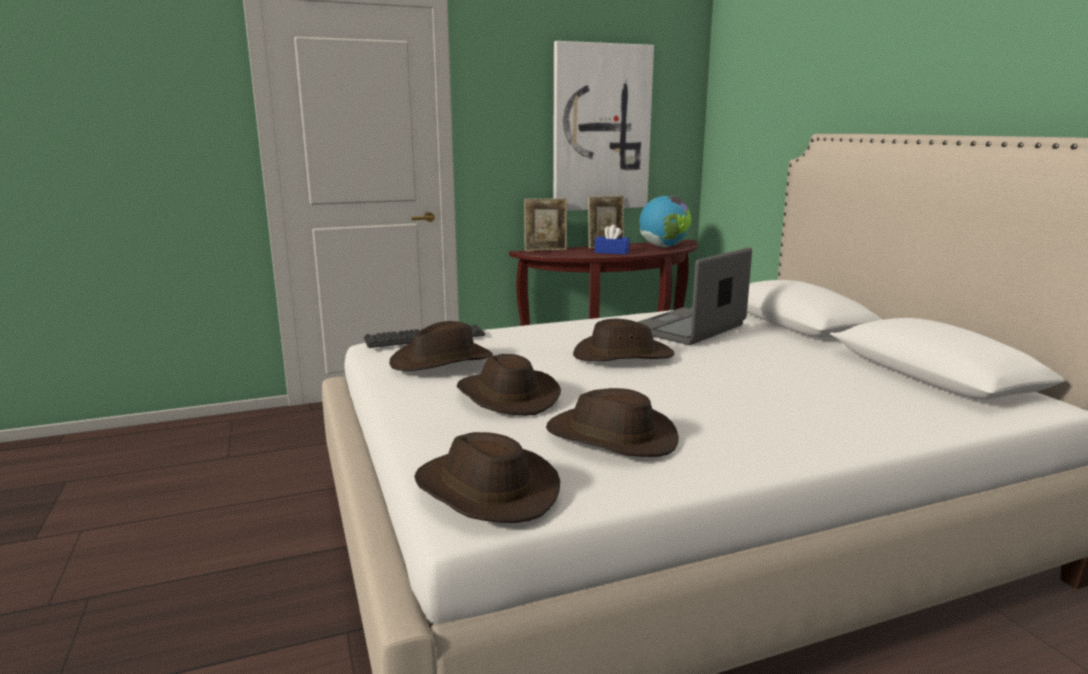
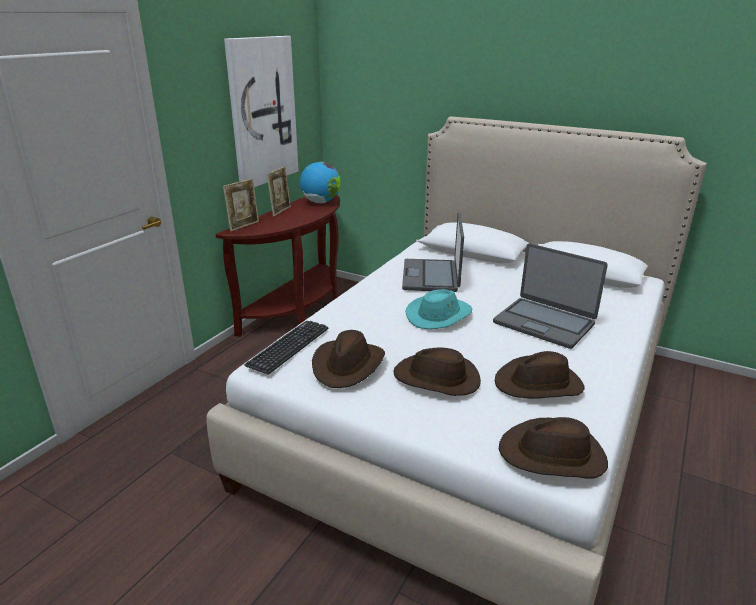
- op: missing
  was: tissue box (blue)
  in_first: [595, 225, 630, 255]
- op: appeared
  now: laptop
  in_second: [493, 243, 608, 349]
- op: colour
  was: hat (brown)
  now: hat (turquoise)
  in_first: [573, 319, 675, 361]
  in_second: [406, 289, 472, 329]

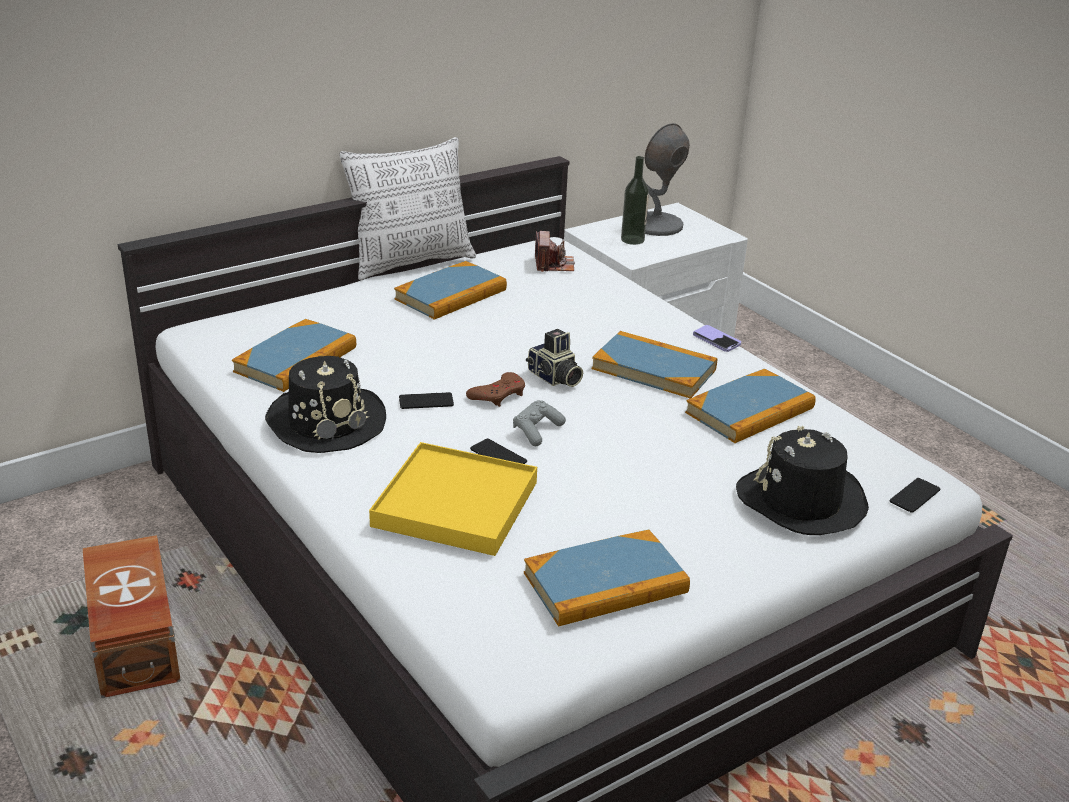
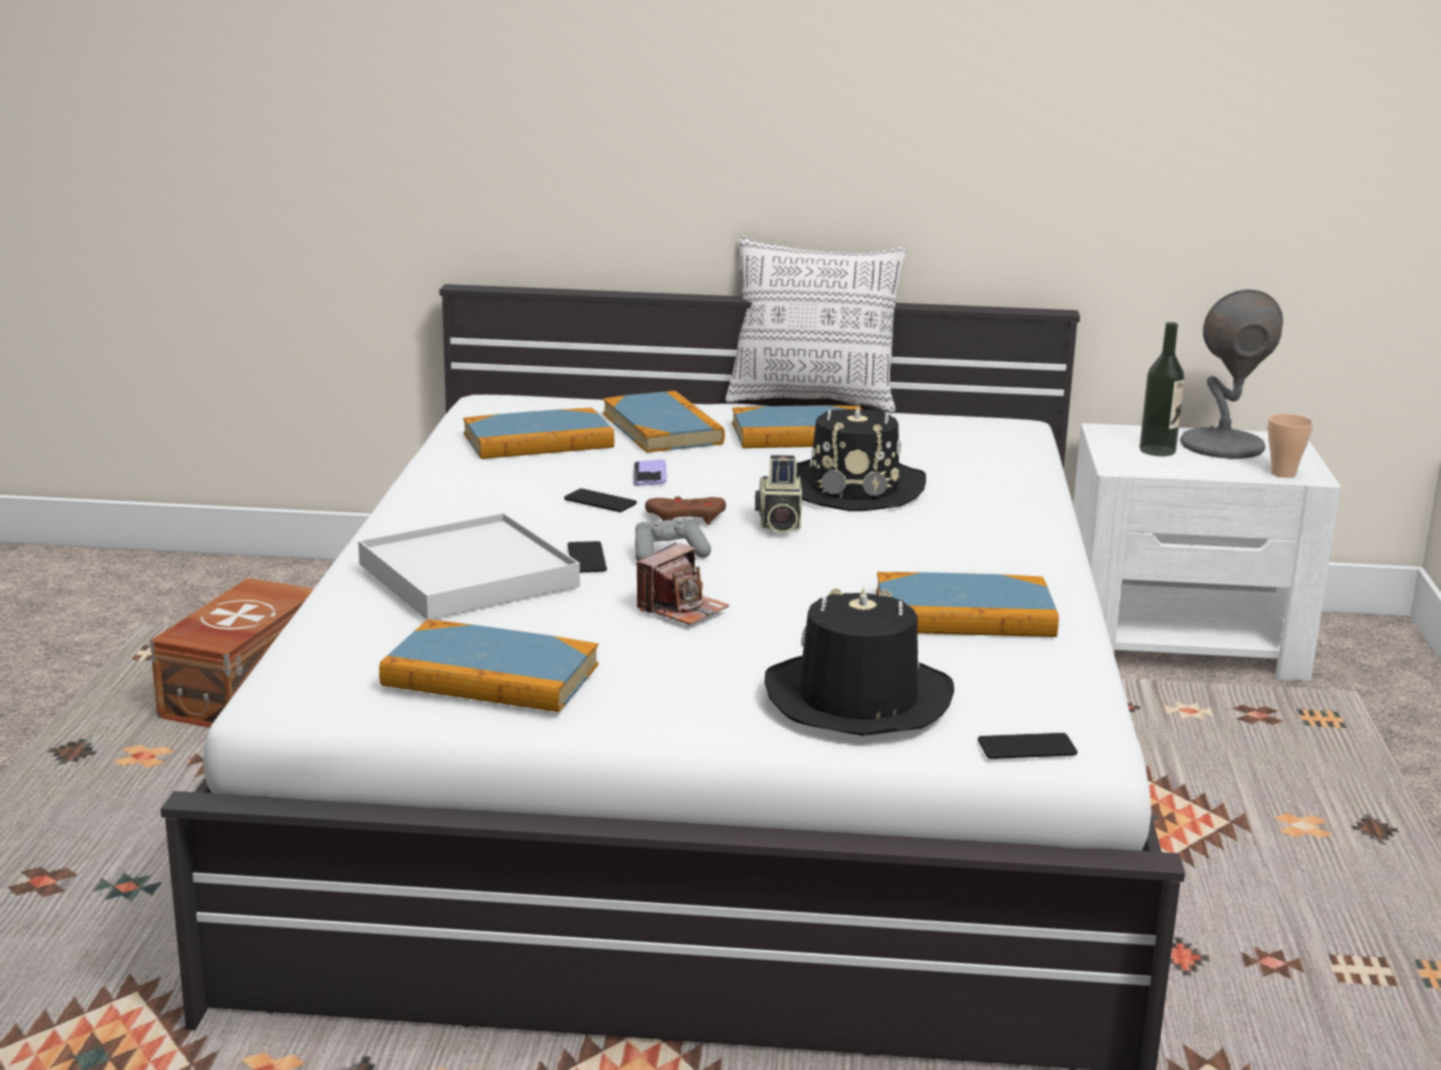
- op: appeared
  now: cup
  in_second: [1268, 414, 1314, 478]
- op: relocated
  was: hat (black)
  in_first: [265, 356, 386, 453]
  in_second: [796, 406, 926, 511]
- op: relocated
  was: photo camera
  in_first: [535, 231, 575, 272]
  in_second: [637, 542, 729, 625]
- op: relocated
  was: book
  in_first: [592, 331, 717, 398]
  in_second: [603, 391, 725, 453]
- op: relocated
  was: phone
  in_first: [693, 325, 741, 352]
  in_second: [633, 459, 667, 486]
- op: colour
  was: tray (yellow)
  now: tray (white)
  in_first: [369, 442, 537, 556]
  in_second: [358, 513, 580, 620]

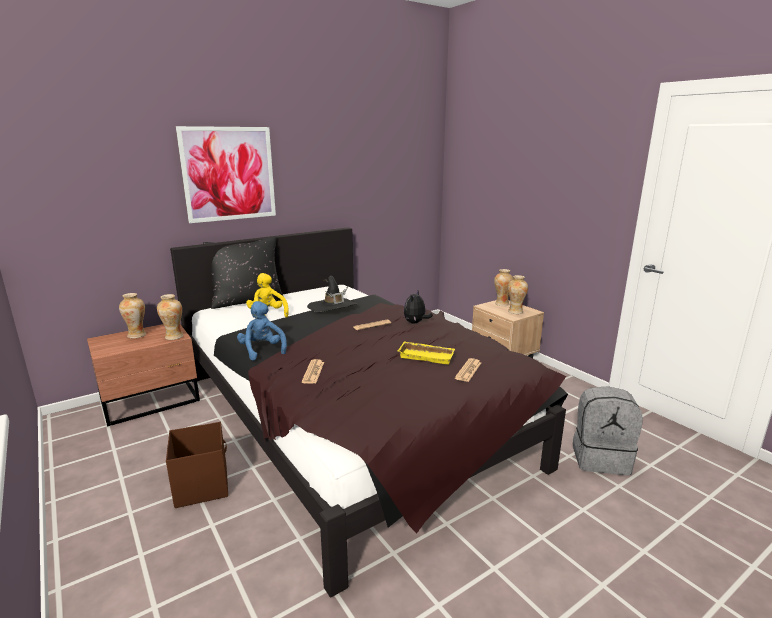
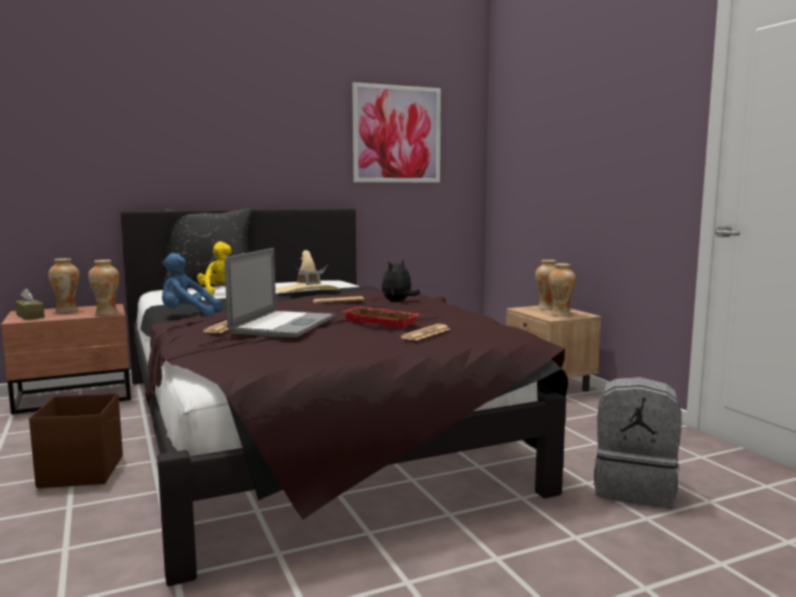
- op: appeared
  now: tissue box (brown)
  in_second: [15, 288, 45, 320]
- op: appeared
  now: laptop
  in_second: [225, 248, 335, 337]
- op: relocated
  was: picture
  in_first: [176, 126, 276, 223]
  in_second: [352, 82, 441, 182]
- op: colour
  was: hat (black)
  now: hat (beige)
  in_first: [307, 276, 358, 312]
  in_second: [275, 250, 340, 292]
- op: colour
  was: tray (yellow)
  now: tray (red)
  in_first: [397, 341, 455, 364]
  in_second: [344, 306, 420, 328]
- op: spun
  was: plush toy (blue)
  in_first: [237, 301, 287, 361]
  in_second: [162, 253, 222, 316]
  clockwise: -75

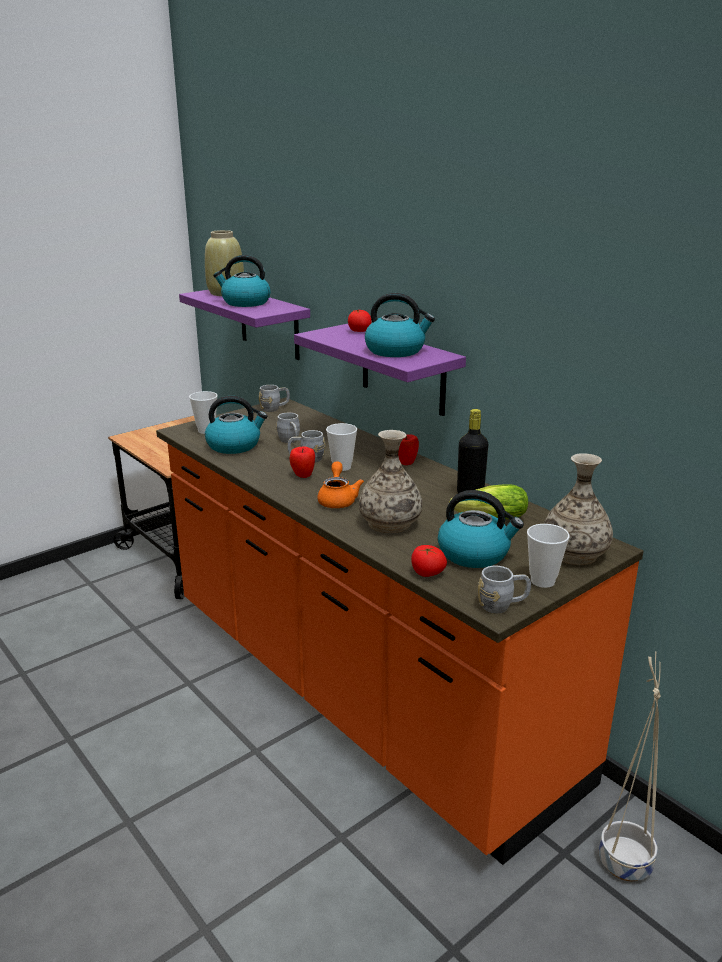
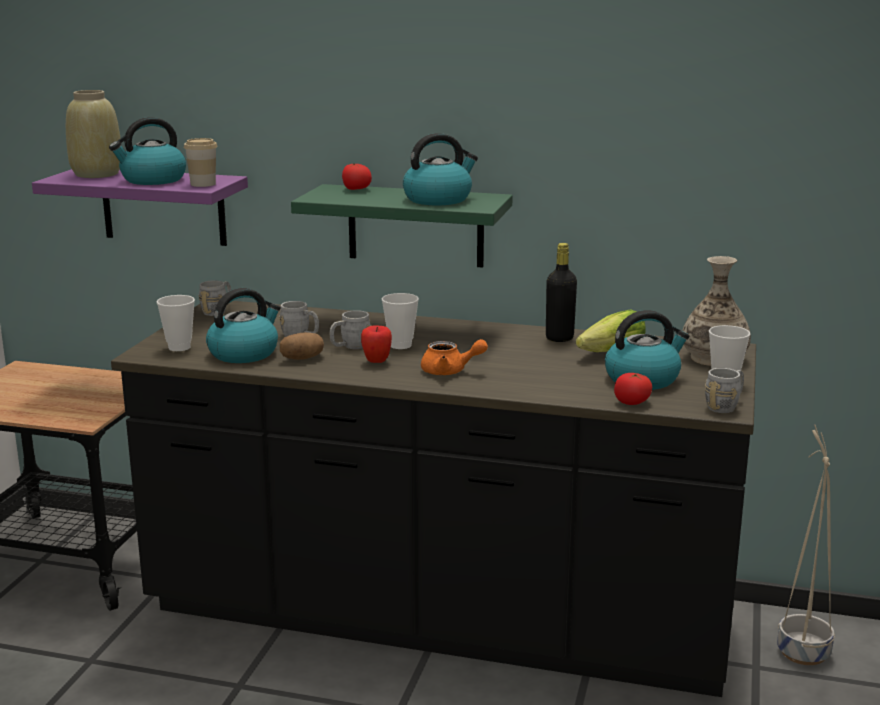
- op: missing
  was: vase
  in_first: [359, 430, 422, 533]
- op: missing
  was: apple
  in_first: [398, 434, 419, 465]
- op: appeared
  now: cup
  in_second: [184, 138, 218, 187]
- op: appeared
  now: potato
  in_second: [280, 332, 324, 360]
- op: colour
  was: counter (orange)
  now: counter (black)
  in_first: [156, 398, 643, 865]
  in_second: [111, 301, 756, 697]
- op: colour
  was: shelf (purple)
  now: shelf (green)
  in_first: [294, 324, 466, 416]
  in_second: [291, 184, 513, 268]
- op: spun
  was: teapot (orange)
  in_first: [318, 461, 364, 508]
  in_second: [421, 339, 488, 375]
  clockwise: 135

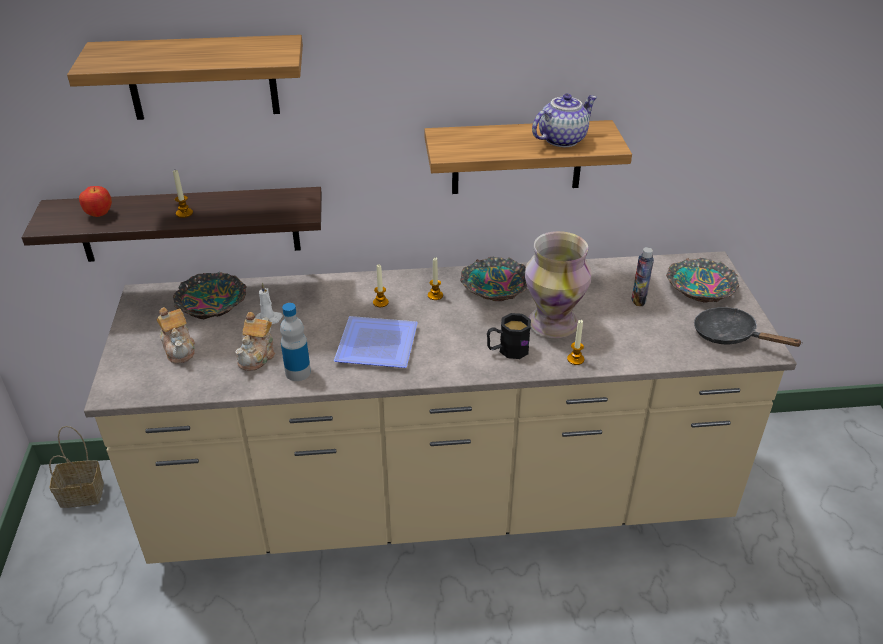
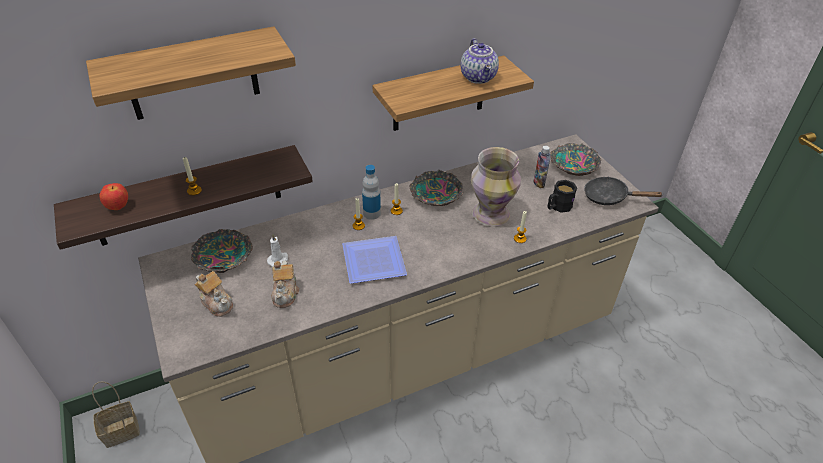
- op: relocated
  was: bottle
  in_first: [280, 303, 311, 381]
  in_second: [362, 165, 381, 220]
- op: relocated
  was: mug (black)
  in_first: [487, 313, 531, 359]
  in_second: [547, 180, 577, 213]
- op: spun
  was: teapot
  in_first: [532, 94, 597, 147]
  in_second: [461, 38, 499, 84]
  clockwise: 135

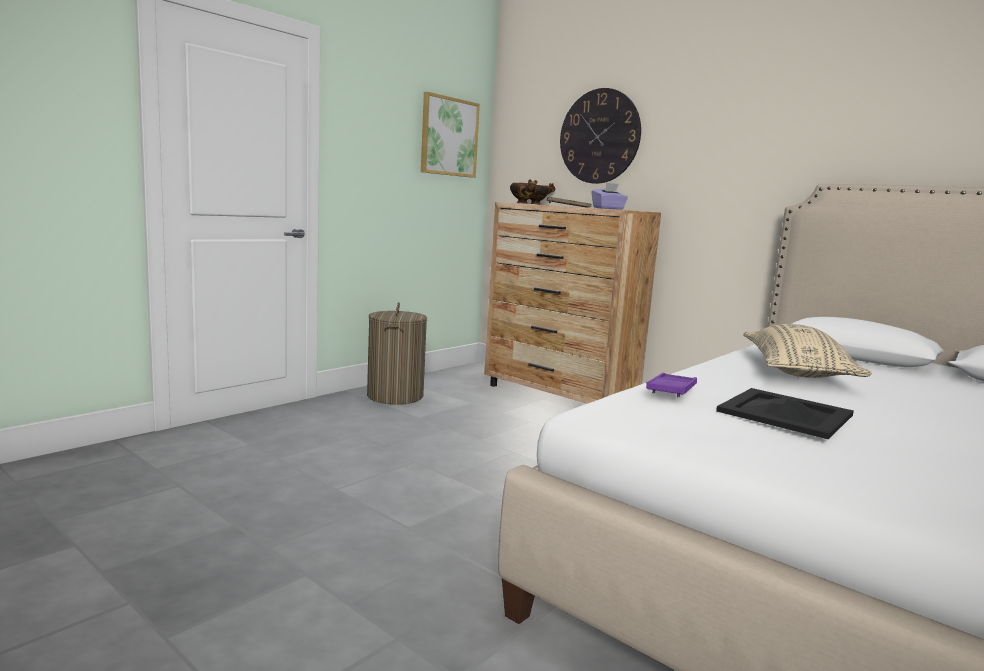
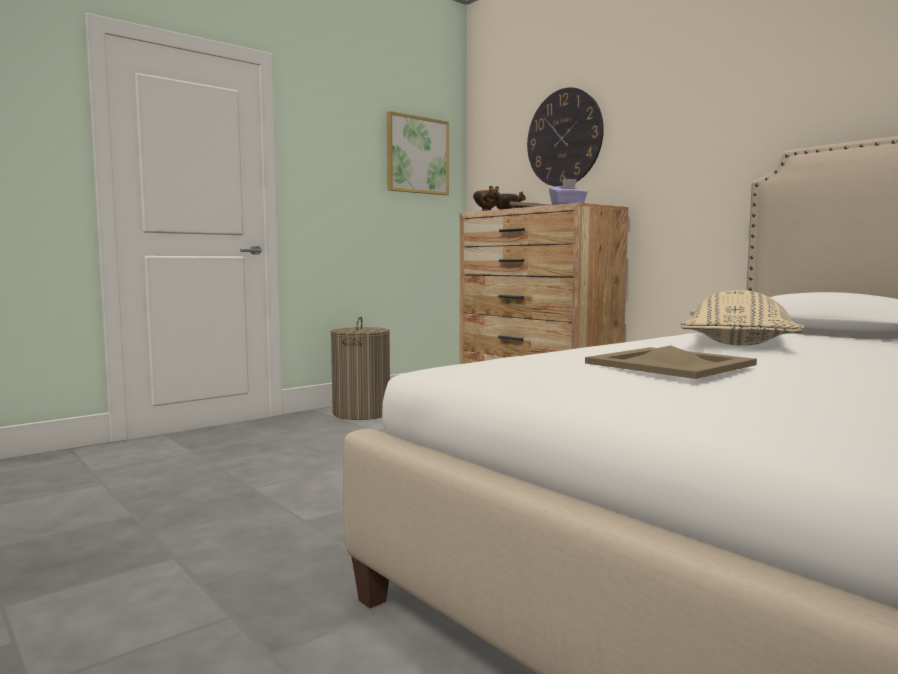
- op: missing
  was: tray (purple)
  in_first: [646, 373, 697, 397]
- op: colour
  was: tray (black)
  now: tray (beige)
  in_first: [716, 388, 854, 439]
  in_second: [585, 345, 757, 379]

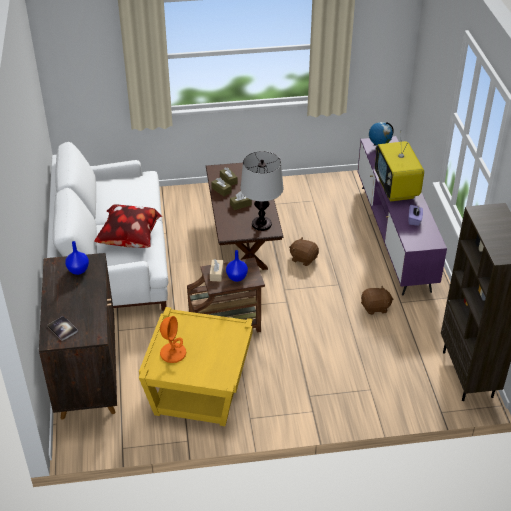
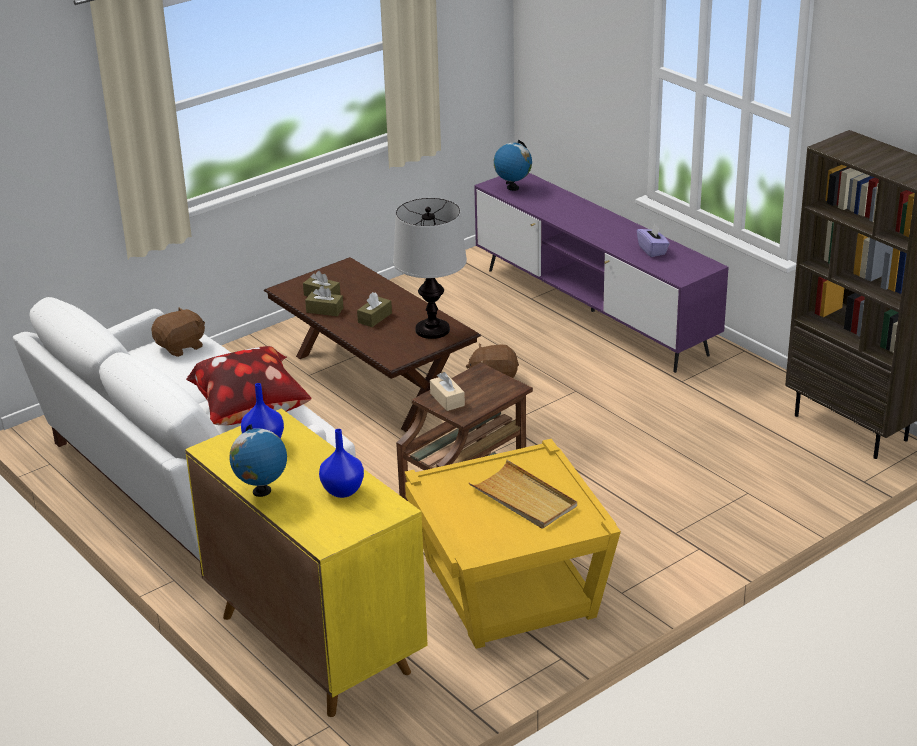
- op: missing
  was: book
  in_first: [47, 316, 78, 341]
- op: missing
  was: table lamp (orange)
  in_first: [160, 316, 186, 363]
- op: missing
  was: television
  in_first: [375, 130, 424, 201]
- op: appeared
  now: globe
  in_second: [229, 424, 287, 497]
- op: appeared
  now: tray (beige)
  in_second: [469, 460, 577, 529]
- op: relocated
  was: vase (blue)
  in_first: [226, 250, 248, 282]
  in_second: [319, 429, 364, 498]
- op: relocated
  was: plush toy (brown)
  in_first: [361, 285, 393, 315]
  in_second: [152, 307, 205, 357]
- op: colour
  was: cabinet (brown)
  now: cabinet (yellow)
  in_first: [39, 253, 117, 419]
  in_second: [185, 408, 428, 717]

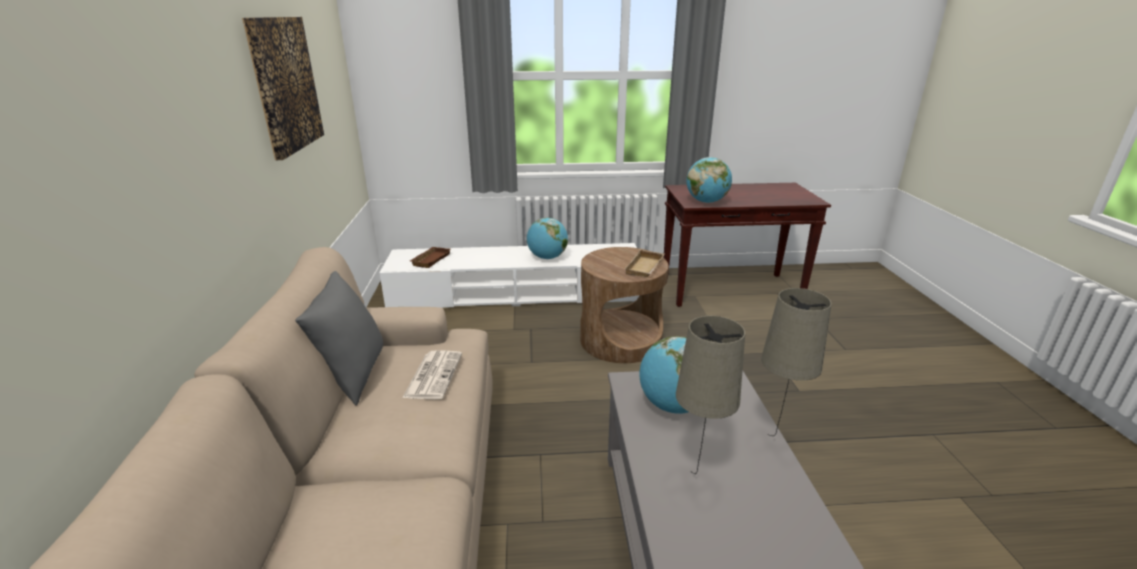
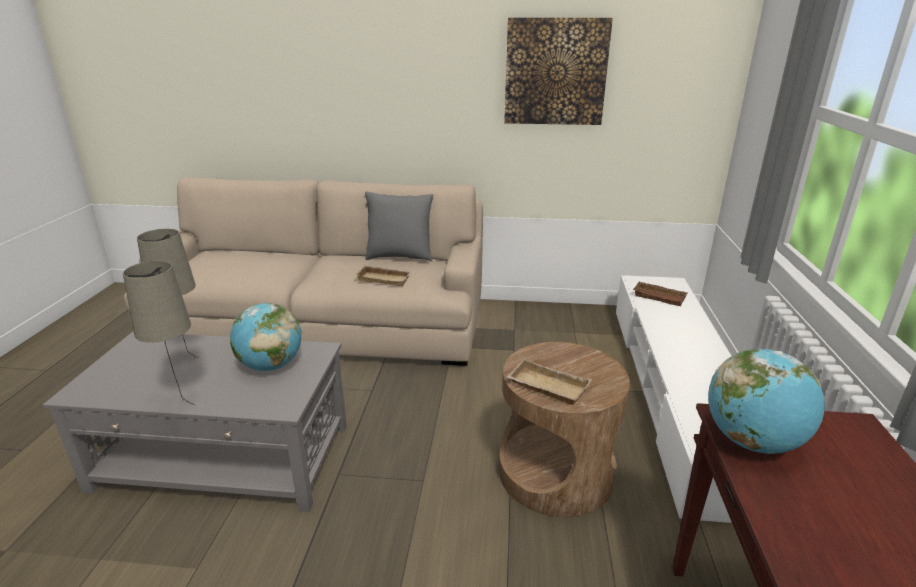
- op: missing
  was: globe
  in_first: [527, 218, 568, 259]
- op: exchanged
  was: newspaper
  now: tray (beige)
  in_first: [402, 350, 462, 399]
  in_second: [355, 265, 412, 286]

